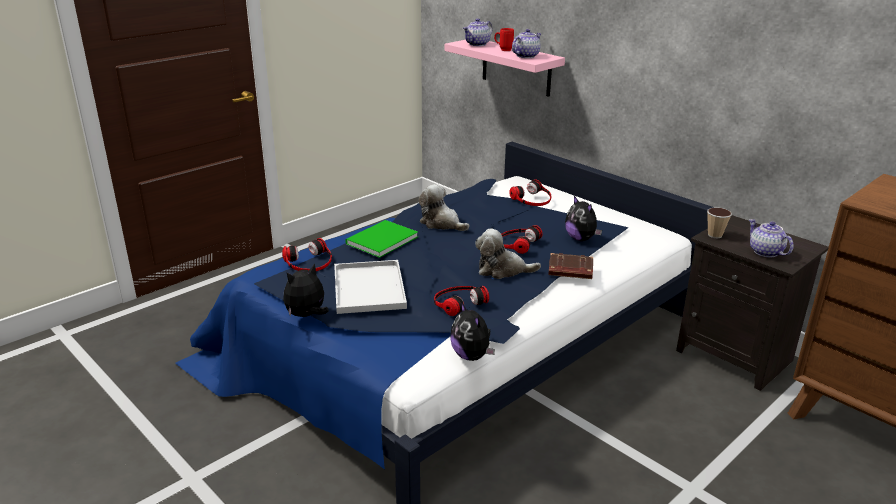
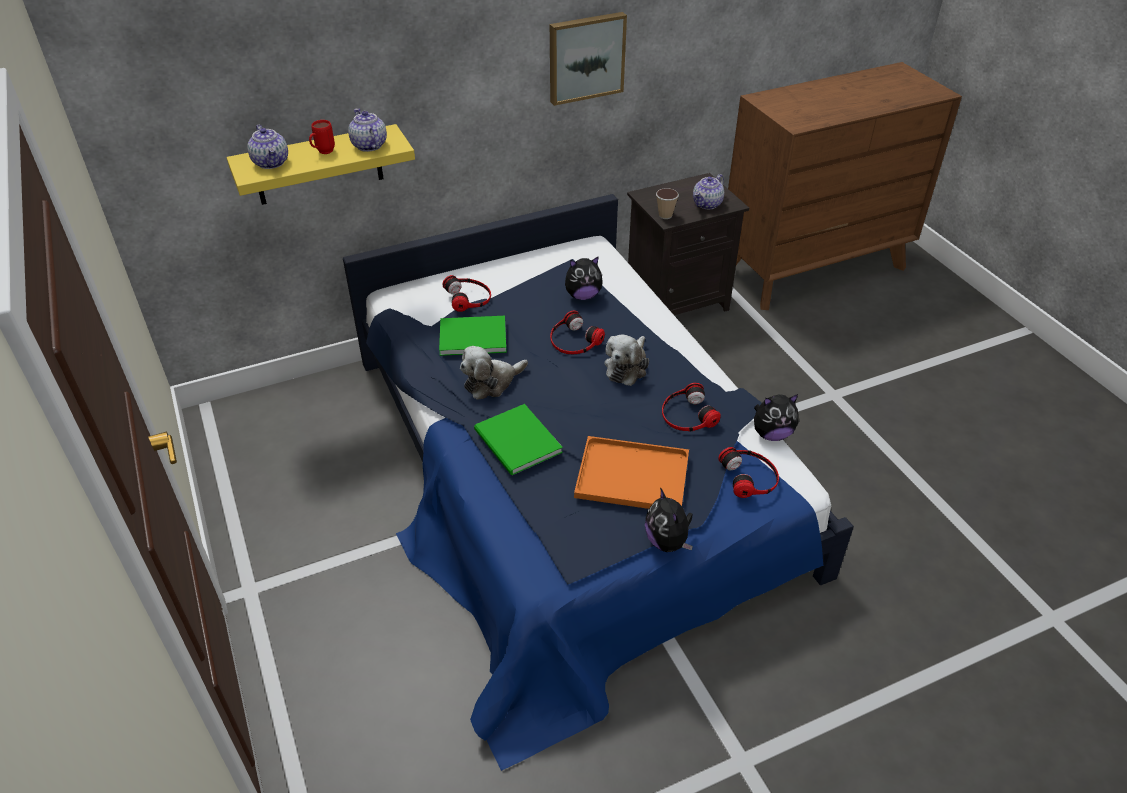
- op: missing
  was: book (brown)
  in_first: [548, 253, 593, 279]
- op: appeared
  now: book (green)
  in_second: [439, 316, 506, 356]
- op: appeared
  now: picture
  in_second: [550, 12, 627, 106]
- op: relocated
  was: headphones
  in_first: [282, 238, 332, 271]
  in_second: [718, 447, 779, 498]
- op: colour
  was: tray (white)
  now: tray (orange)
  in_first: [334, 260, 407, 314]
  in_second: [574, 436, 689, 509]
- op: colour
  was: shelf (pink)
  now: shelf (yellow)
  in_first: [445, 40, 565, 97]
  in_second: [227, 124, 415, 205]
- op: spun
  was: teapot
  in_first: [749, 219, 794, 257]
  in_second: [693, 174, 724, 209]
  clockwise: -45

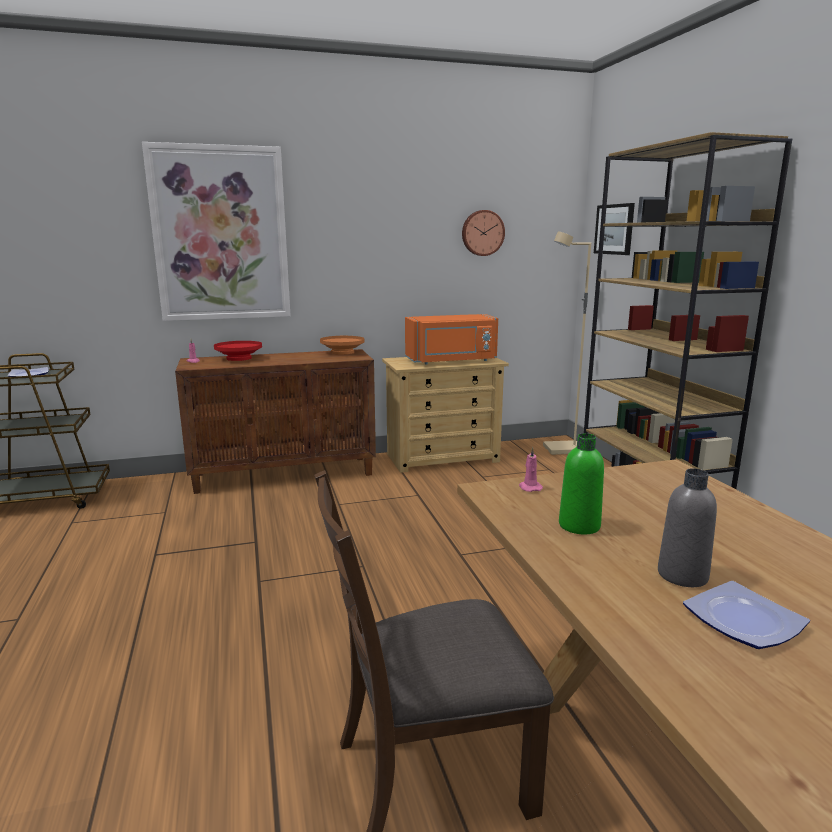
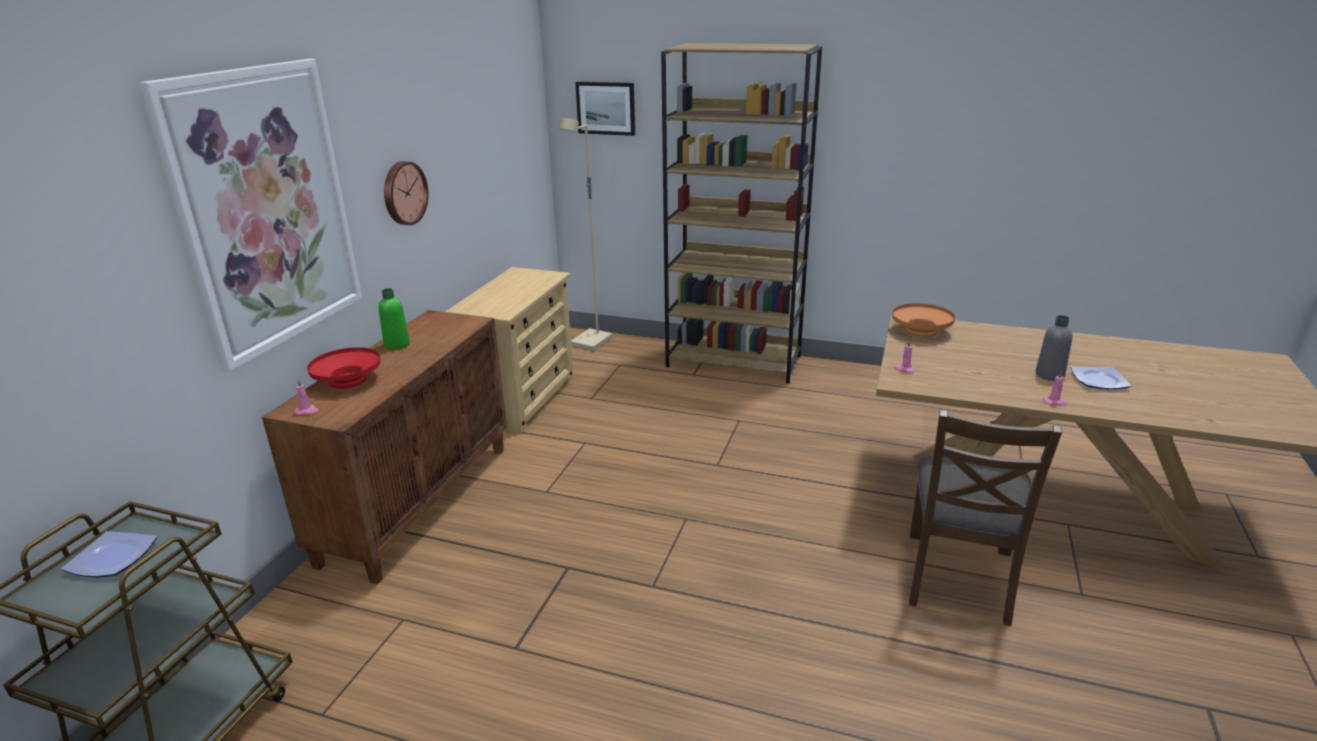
- op: missing
  was: microwave (orange)
  in_first: [405, 314, 498, 365]
- op: appeared
  now: candle (pink)
  in_second: [1044, 371, 1067, 406]
- op: relocated
  was: bowl (orange)
  in_first: [320, 336, 365, 355]
  in_second: [892, 303, 955, 338]
- op: relocated
  was: wall clock
  in_first: [462, 210, 505, 256]
  in_second: [384, 161, 429, 225]
- op: relocated
  was: bottle (green)
  in_first: [559, 433, 604, 534]
  in_second: [379, 288, 410, 350]

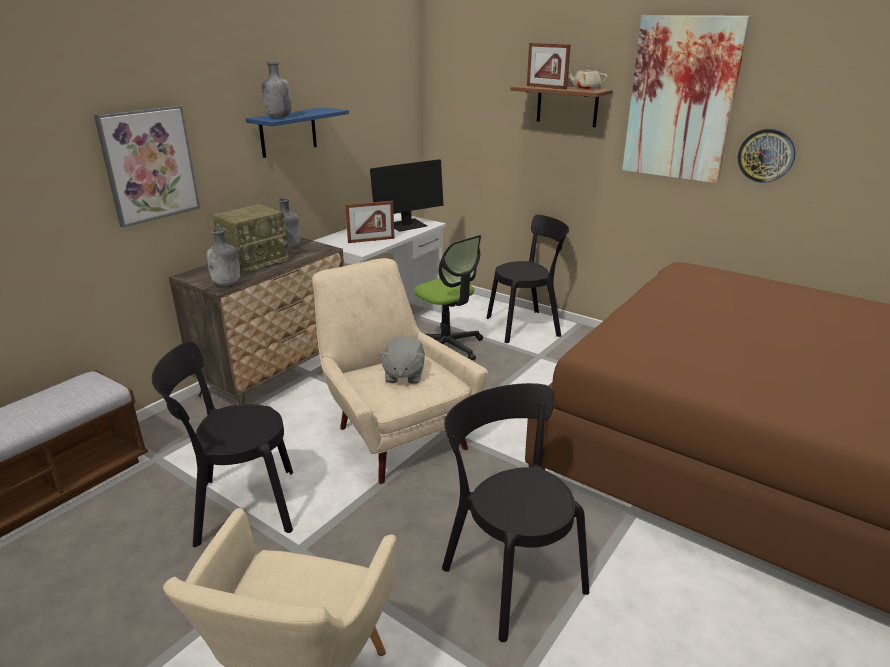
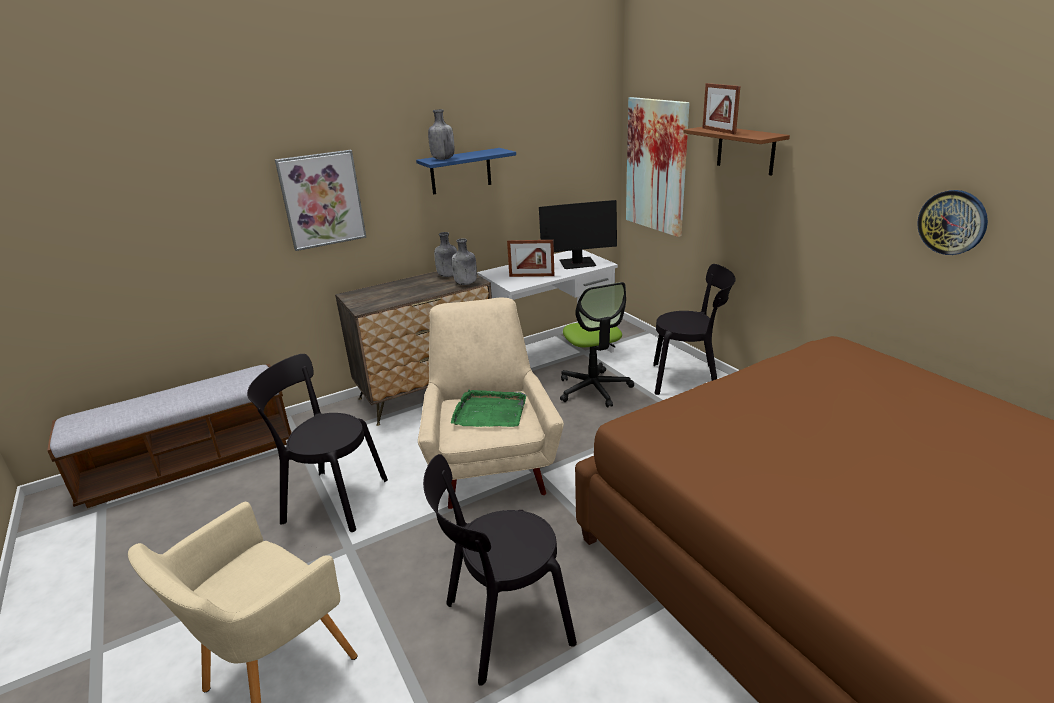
- op: missing
  was: radio
  in_first: [213, 204, 292, 274]
- op: missing
  was: teapot (beige)
  in_first: [568, 66, 608, 90]
- op: relocated
  was: bottle (grey)
  in_first: [207, 229, 240, 286]
  in_second: [452, 238, 477, 285]
- op: relocated
  was: picture
  in_first: [622, 15, 750, 183]
  in_second: [626, 97, 689, 237]
- op: exchanged
  was: plush toy (grey)
  now: tray (green)
  in_first: [379, 336, 425, 384]
  in_second: [451, 389, 526, 427]
- op: spun
  was: chair (black)
  in_first: [442, 383, 589, 642]
  in_second: [423, 454, 577, 686]
  clockwise: -105

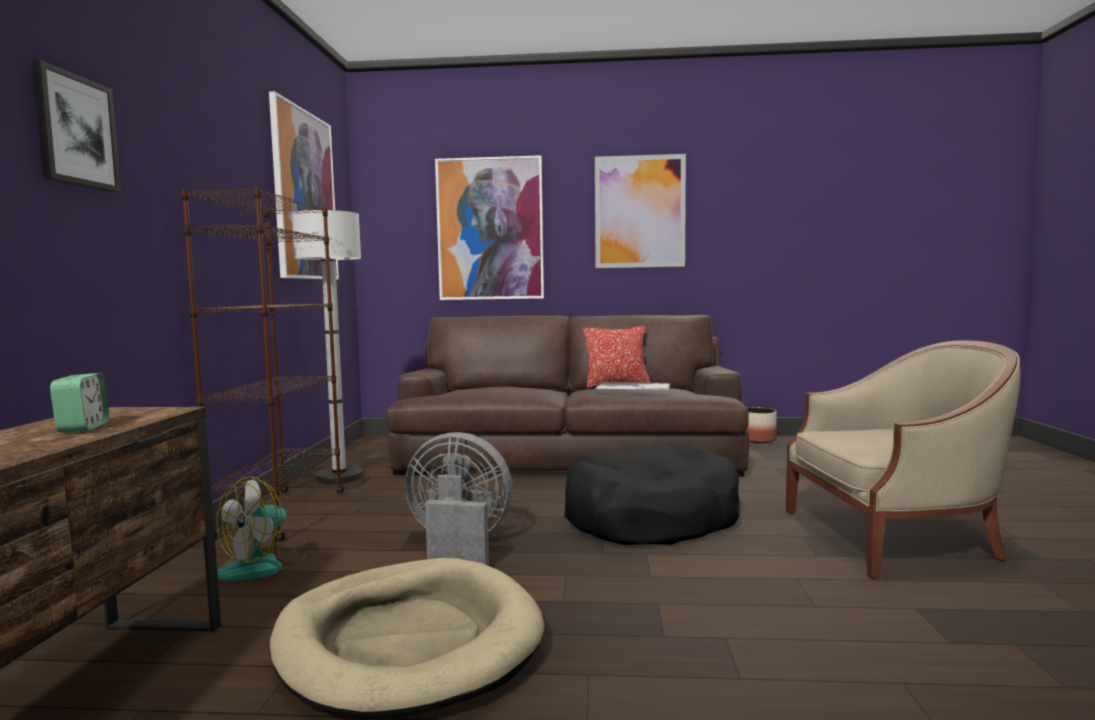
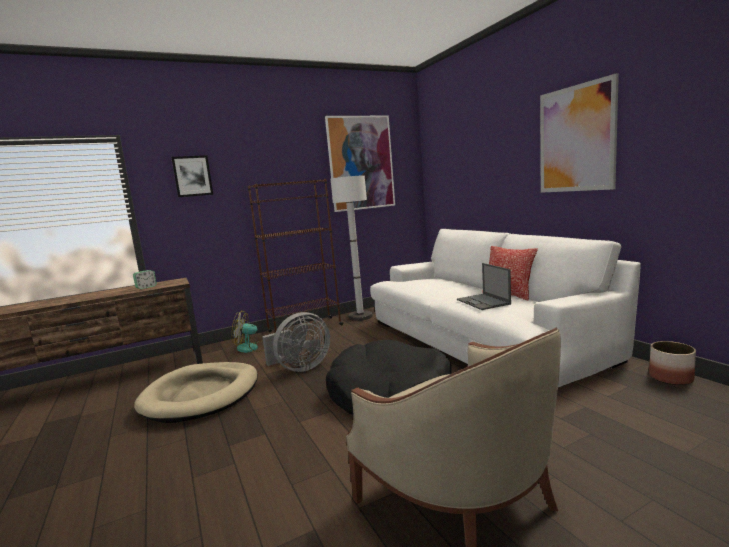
- op: missing
  was: picture
  in_first: [435, 155, 544, 300]
- op: exchanged
  was: tray
  now: laptop
  in_first: [594, 382, 670, 394]
  in_second: [457, 263, 511, 310]
- op: colour
  was: sofa (brown)
  now: sofa (white)
  in_first: [386, 315, 749, 477]
  in_second: [370, 229, 641, 387]
- op: spun
  was: fan (grey)
  in_first: [405, 432, 512, 566]
  in_second: [262, 312, 330, 372]
  clockwise: 75

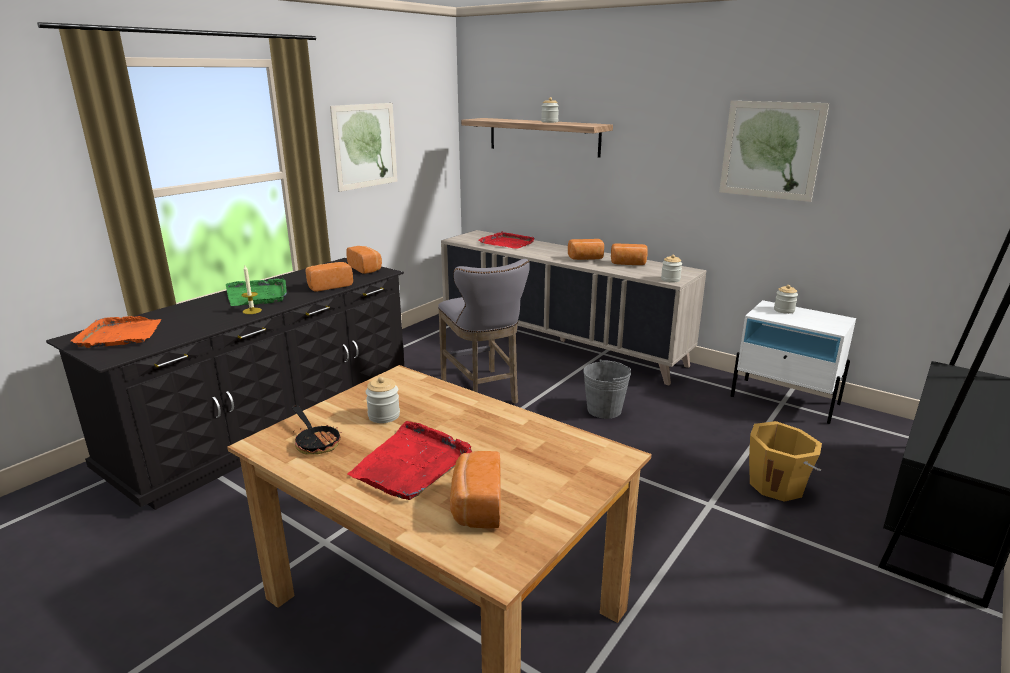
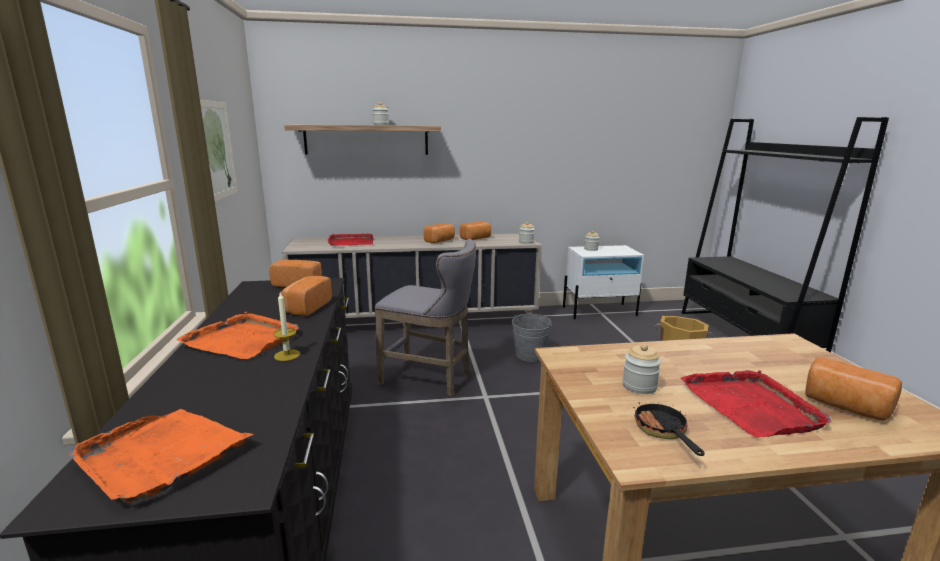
- op: missing
  was: picture
  in_first: [719, 101, 829, 202]
- op: colour
  was: tray (green)
  now: tray (orange)
  in_first: [226, 278, 287, 306]
  in_second: [176, 312, 299, 359]
- op: spun
  was: frying pan
  in_first: [292, 405, 342, 455]
  in_second: [633, 402, 705, 456]
  clockwise: -105

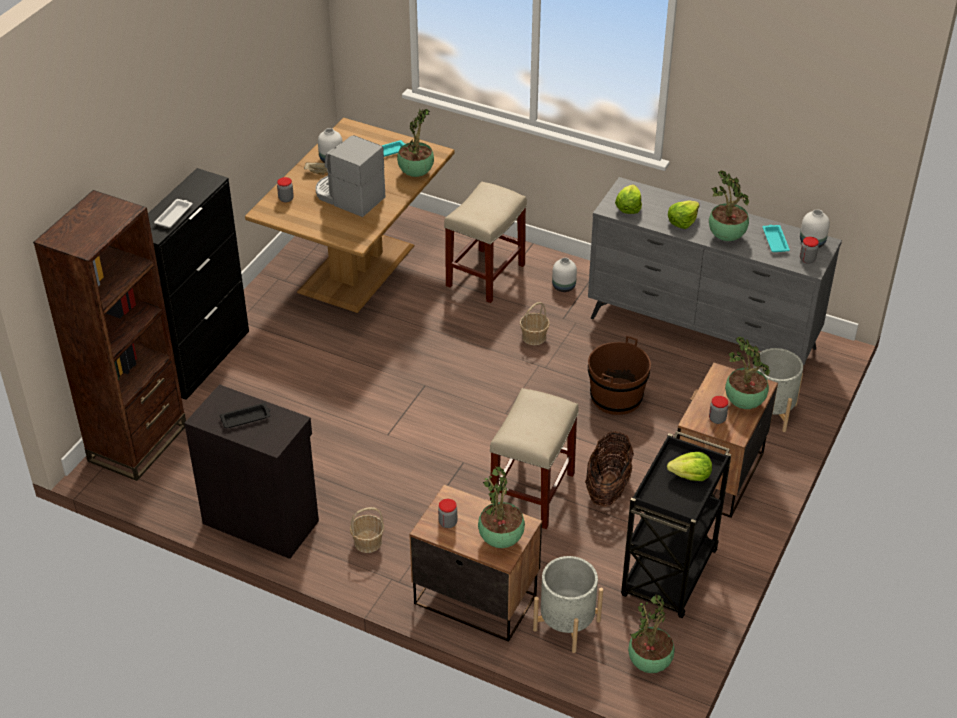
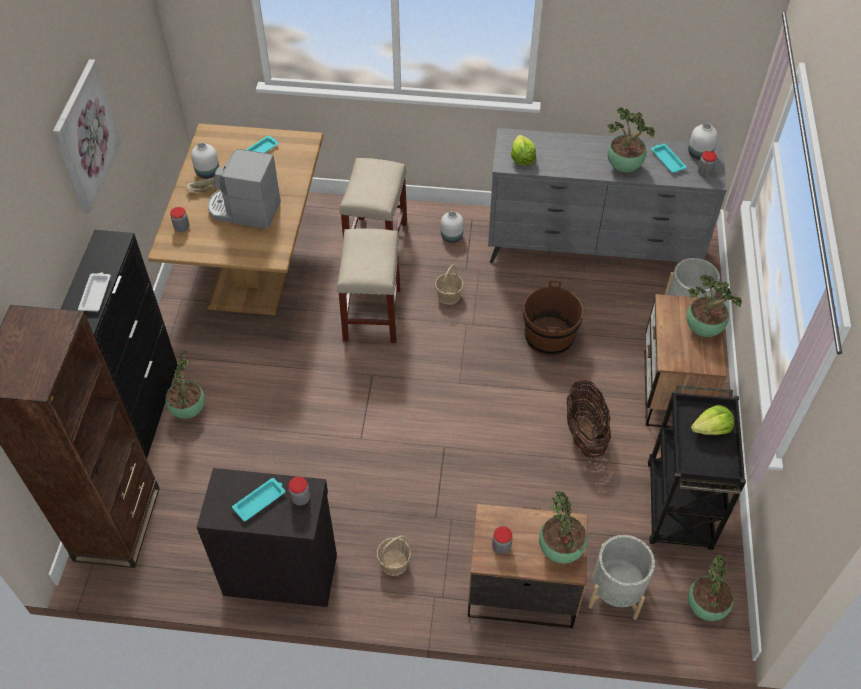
- op: missing
  was: lettuce
  in_first: [668, 200, 700, 229]
- op: appeared
  now: picture
  in_second: [53, 59, 121, 214]
- op: relocated
  was: potted plant
  in_first: [397, 109, 434, 177]
  in_second: [165, 351, 205, 419]
- op: relocated
  was: stool (beige)
  in_first: [490, 388, 579, 529]
  in_second: [337, 228, 400, 343]
- op: relocated
  was: jar
  in_first: [709, 396, 728, 424]
  in_second: [289, 477, 310, 506]
- op: colour
  was: tray (black)
  now: tray (turquoise)
  in_first: [220, 403, 271, 428]
  in_second: [232, 478, 285, 521]

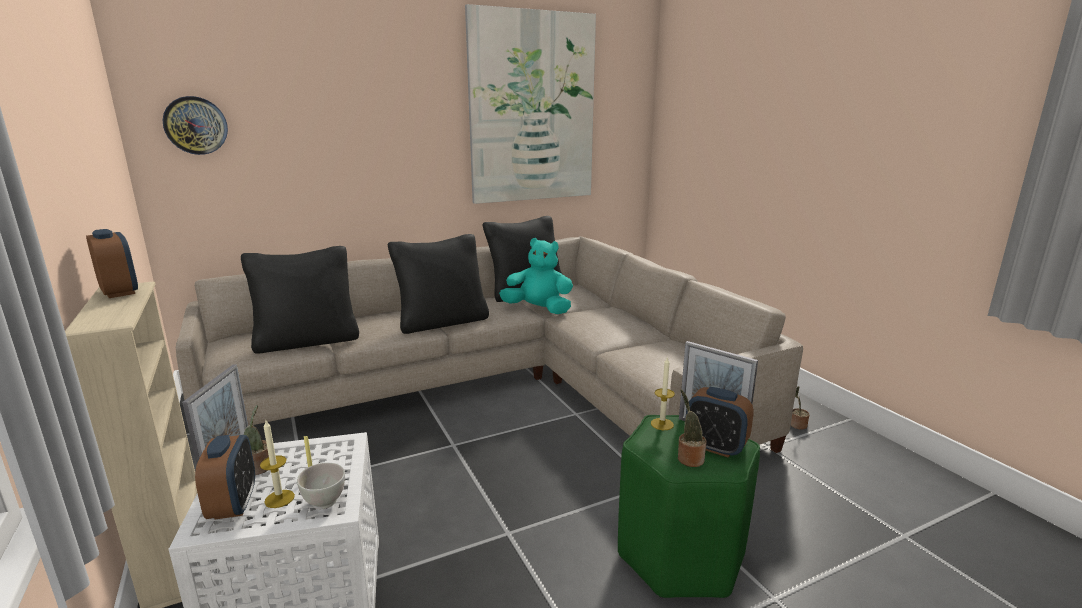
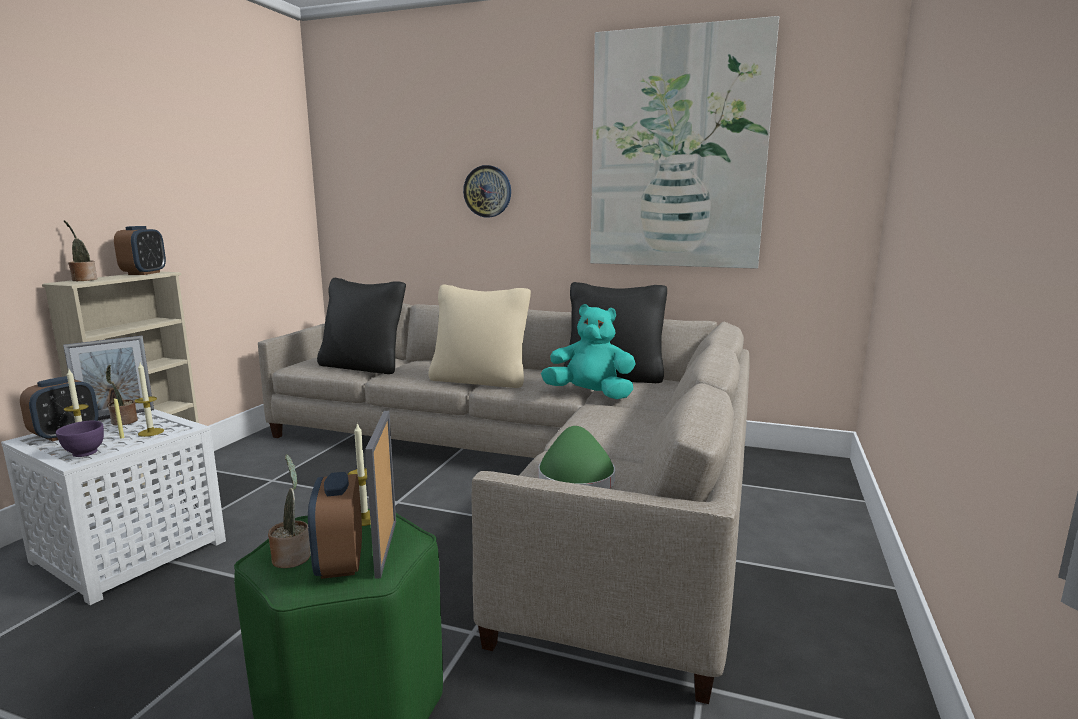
- op: appeared
  now: candle
  in_second: [135, 363, 164, 437]
- op: appeared
  now: hat (green)
  in_second: [538, 426, 615, 489]
- op: relocated
  was: wall clock
  in_first: [163, 96, 228, 155]
  in_second: [463, 165, 511, 217]
- op: relocated
  was: potted plant
  in_first: [791, 386, 810, 430]
  in_second: [64, 220, 97, 281]
- op: colour
  was: bowl (white)
  now: bowl (purple)
  in_first: [297, 463, 345, 509]
  in_second: [56, 421, 104, 457]
- op: colour
  was: pillow (black)
  now: pillow (beige)
  in_first: [388, 234, 489, 334]
  in_second: [428, 284, 531, 388]
- op: spun
  was: plush toy (turquoise)
  in_first: [499, 238, 573, 314]
  in_second: [541, 304, 636, 399]
  clockwise: -45

